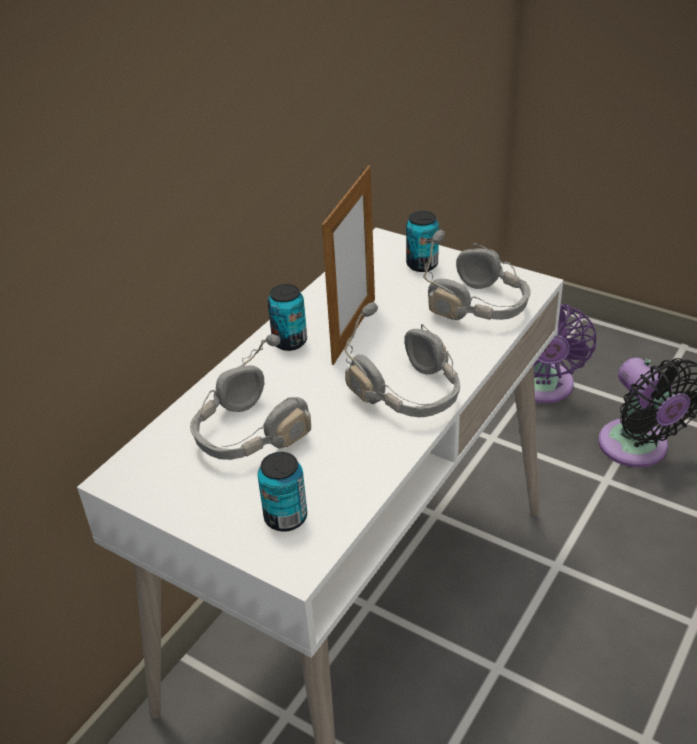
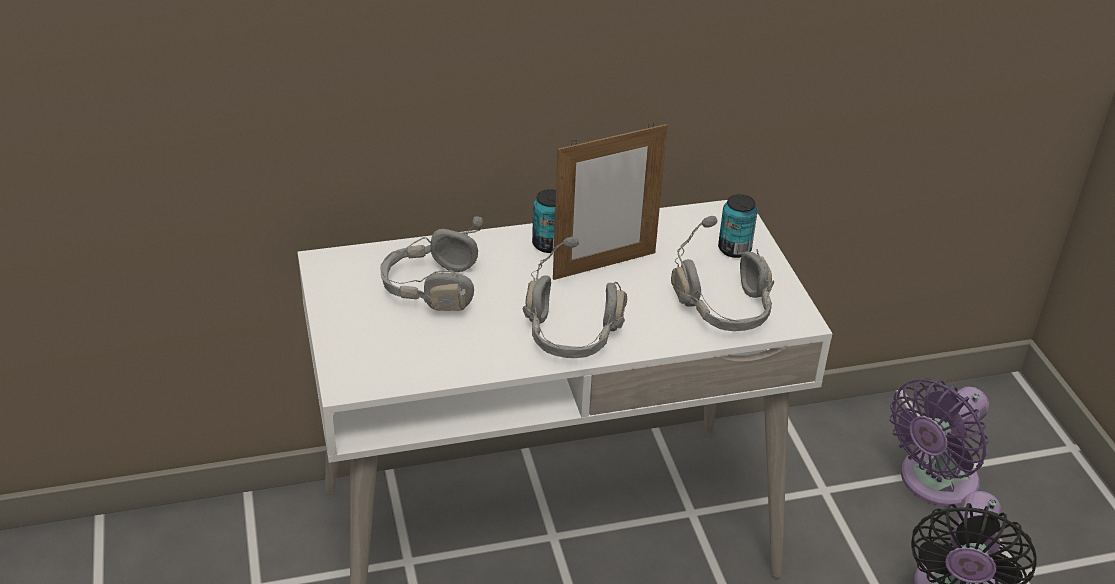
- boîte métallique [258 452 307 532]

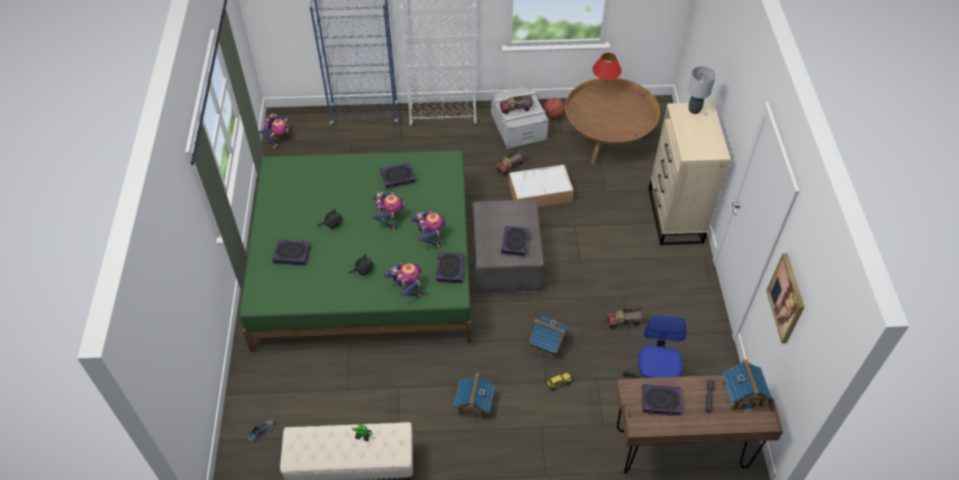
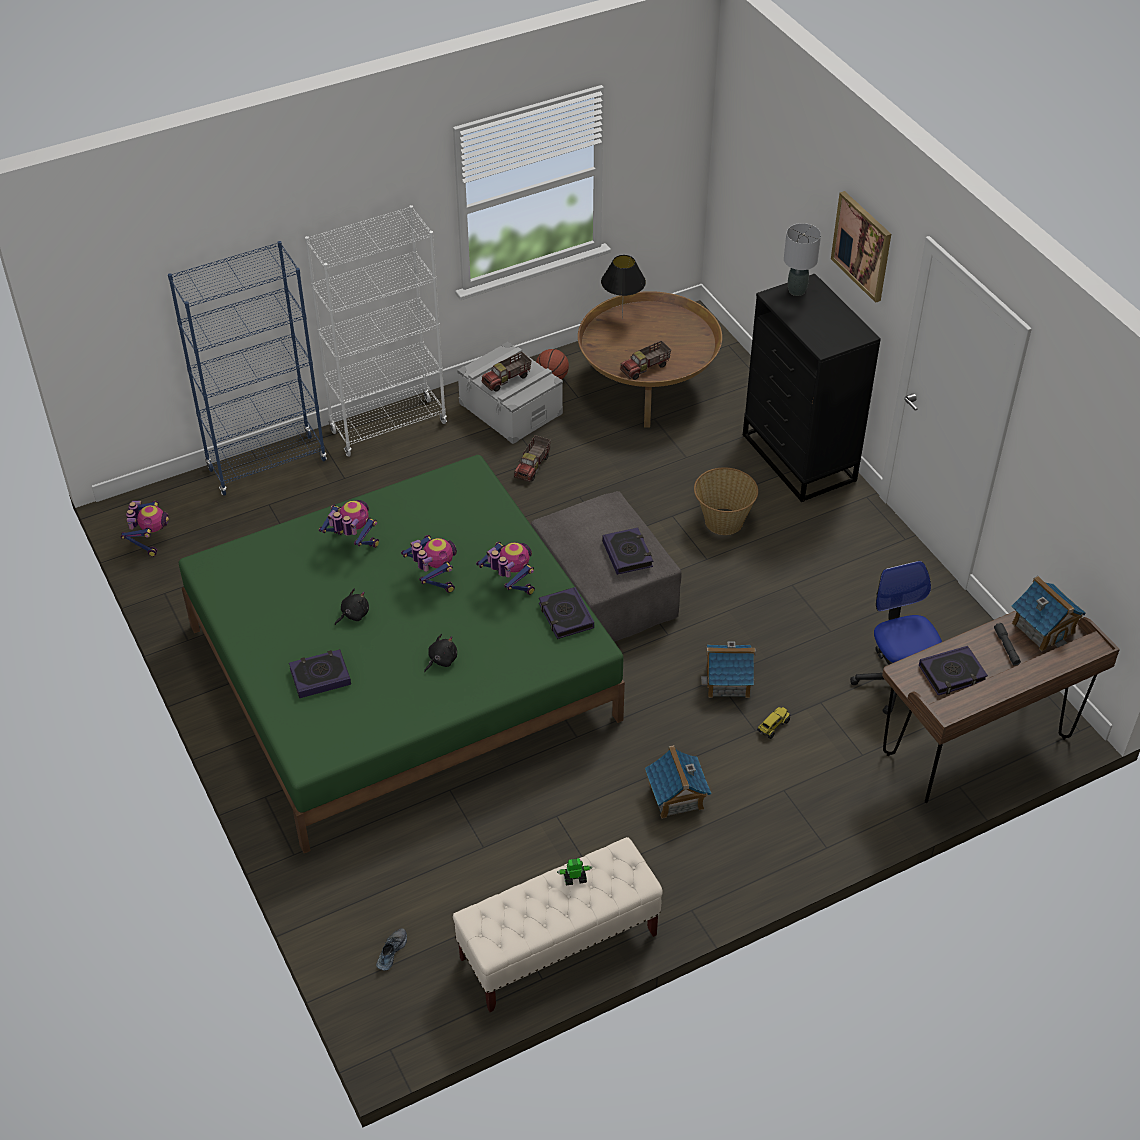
- livre [380 162 416 189]
~ robot jouet [384 261 422 298] to [319 500 379 548]
- boîte de rangement [509 164 574 207]
~ lampe de table/rouge [592 53 622 89] to lampe de table/noir [601 255 646 319]
~ camion jouet [606 307 645 329] to [620 341 671 380]
~ commode/beige [648 102 731 245] to commode/noir [743 274 881 502]
~ tableau [766 253 804 344] to [831 191 891 303]
+ panier [694 467 758 535]

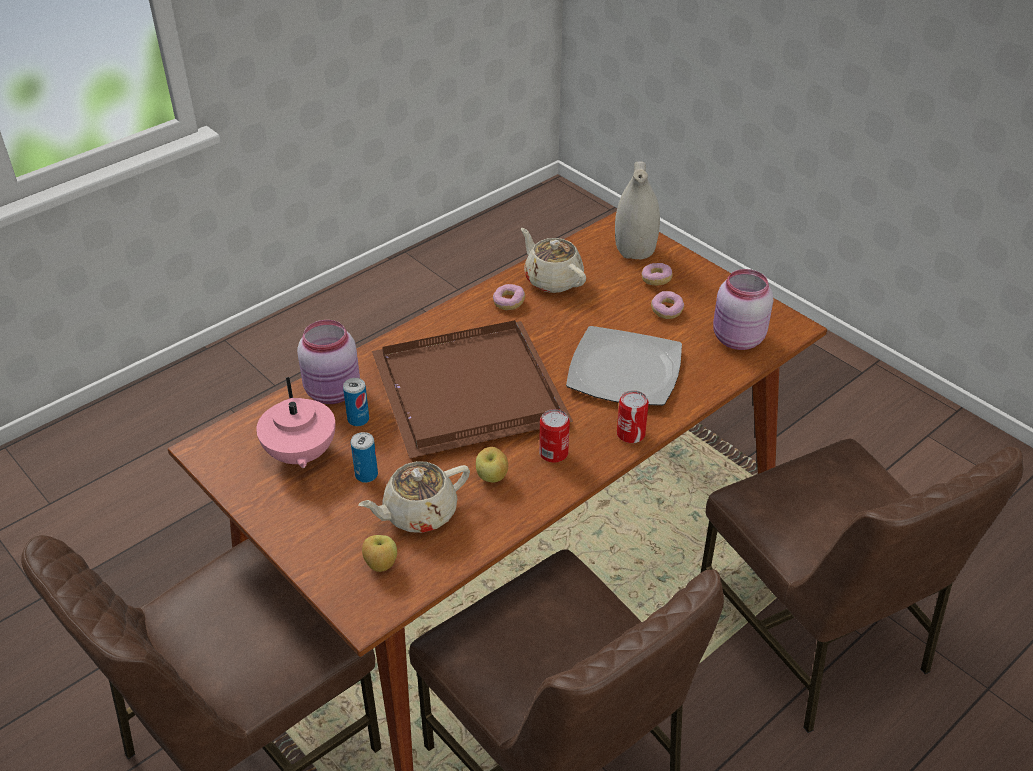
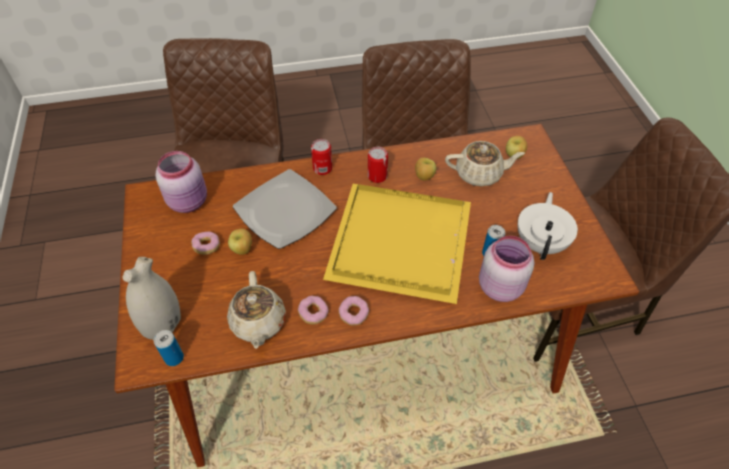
~ théière/rose [256 377 335 468] to théière/blanc [518 192 578 260]
~ boîte métallique [351 432 378 483] to [154 330 184 366]
~ plateau/marron [372 320 573 458] to plateau/jaune [323 184 471 304]
~ beignet [642 263 673 286] to [338 296 369 325]
+ pomme [228 229 252 255]

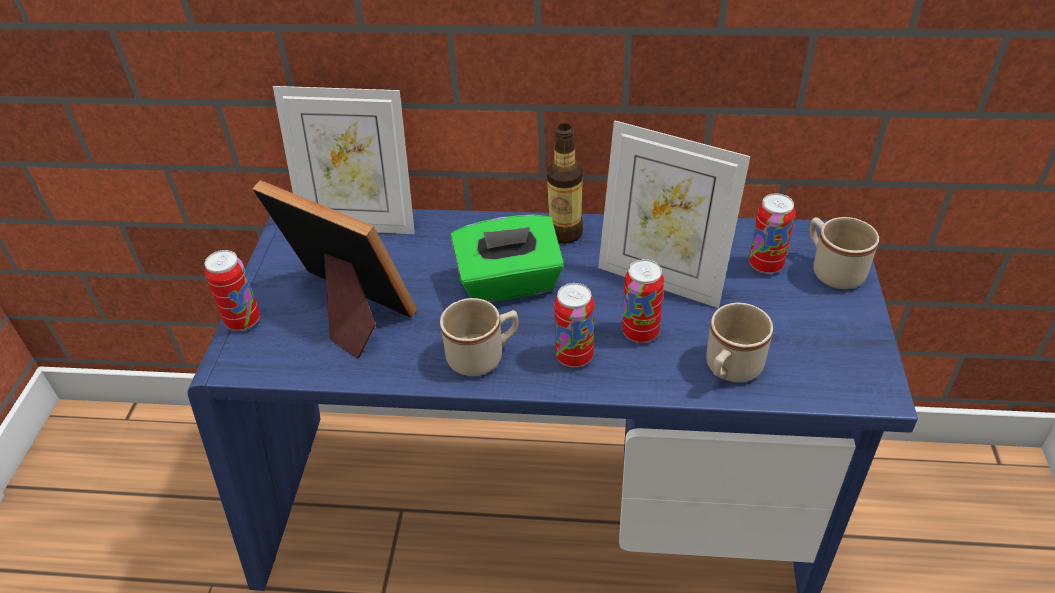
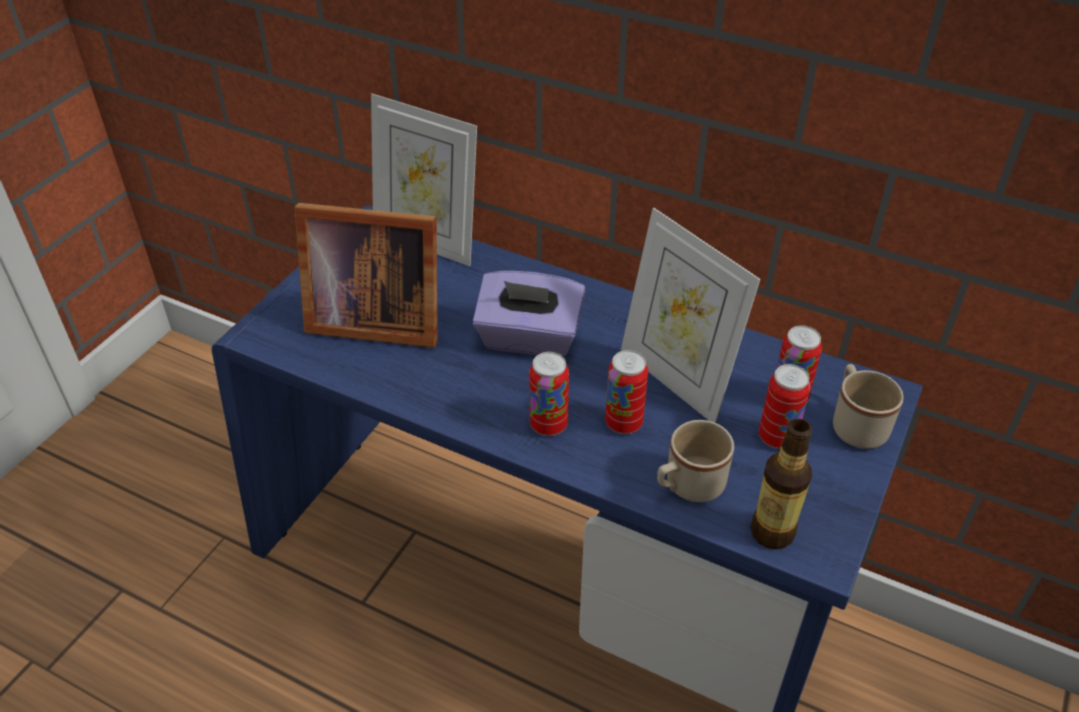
~ boîte métallique [205 250 260 331] to [759 364 810 449]
~ cadre photo [252 180 417 358] = [294 203 437 348] 135 degrees clockwise
- mug/beige [440 298 518 376]
~ boîte à mouchoirs/vert [451 214 564 303] to boîte à mouchoirs/violet [473 271 585 357]
~ bouteille [547 123 583 244] to [750 419 812 549]

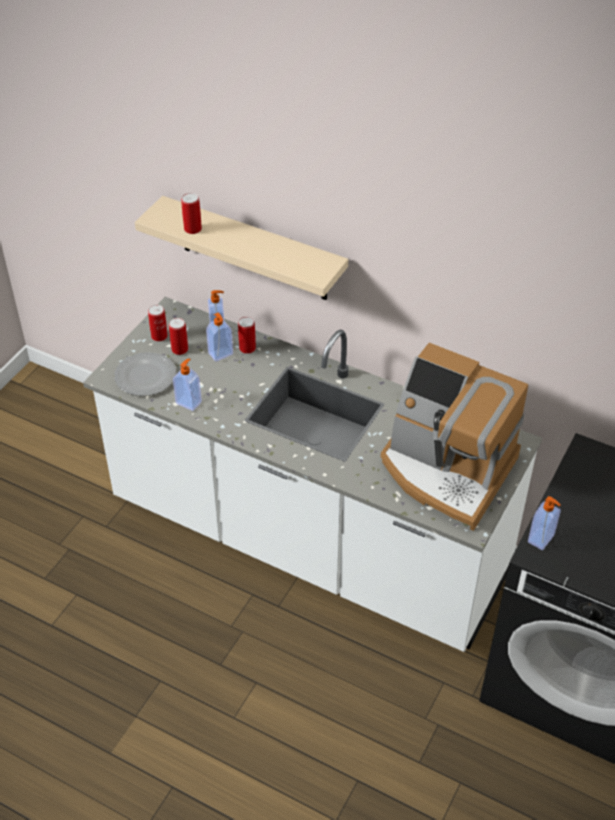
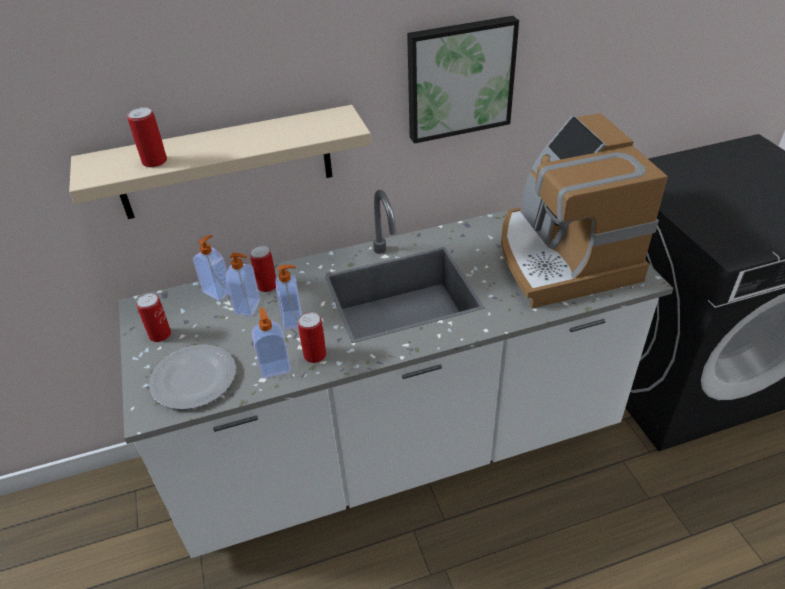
~ boîte métallique [169 318 188 355] to [298 312 326 363]
~ machine à café [381 343 528 531] = [501 113 668 308] 90 degrees clockwise
~ distributeur de savon [528 496 561 550] to [275 265 302 330]
+ tableau [407 16 519 144]

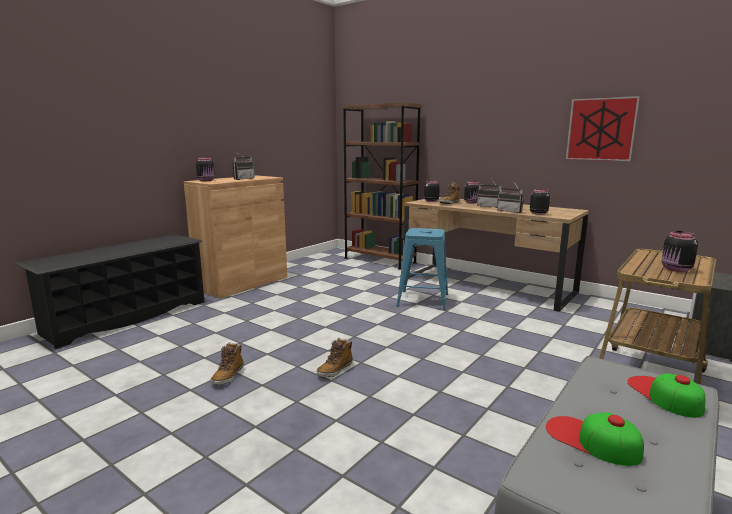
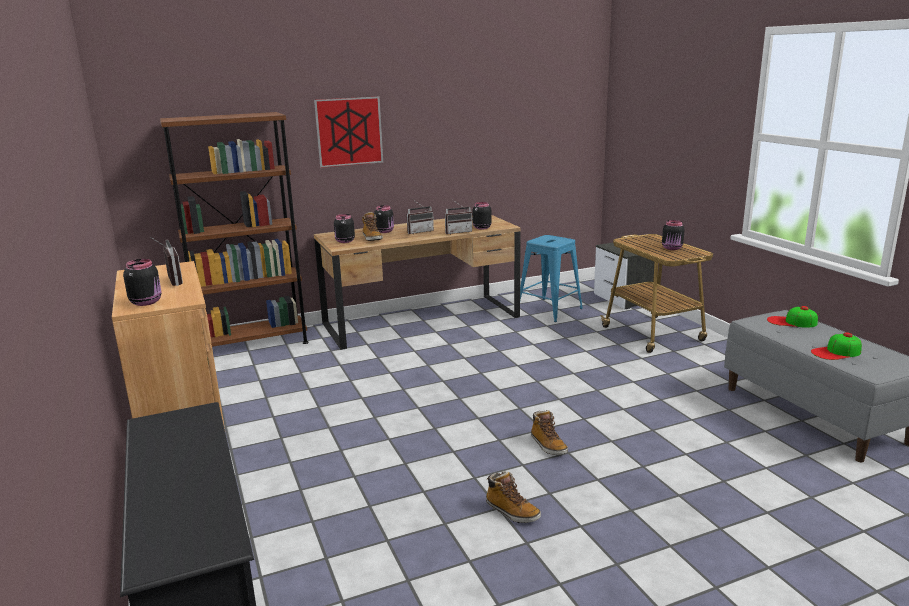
~ tabouret/bleu [397 228 448 310] to [520 235 583 322]
~ tableau [566 96 640 161] to [314 97 383 168]

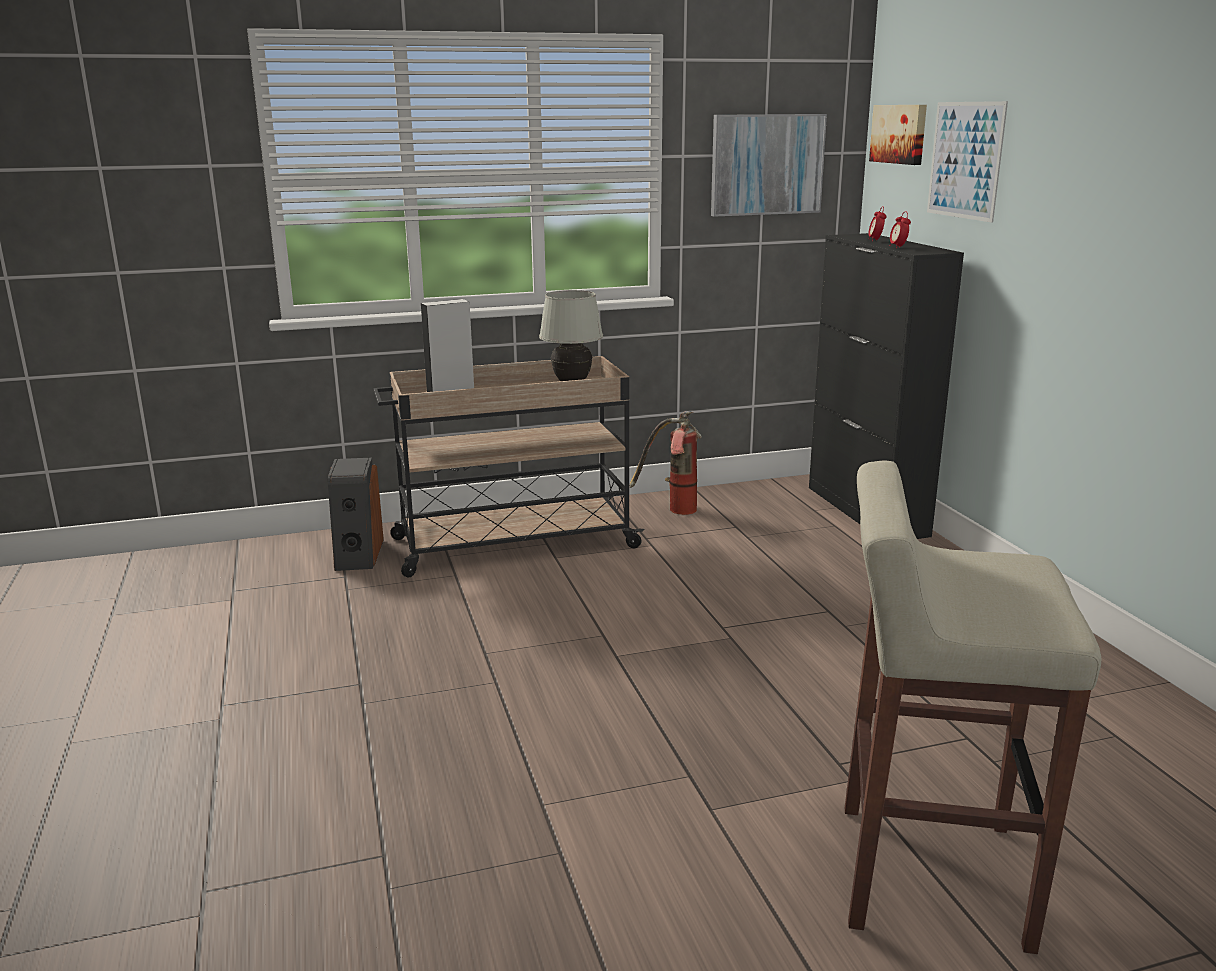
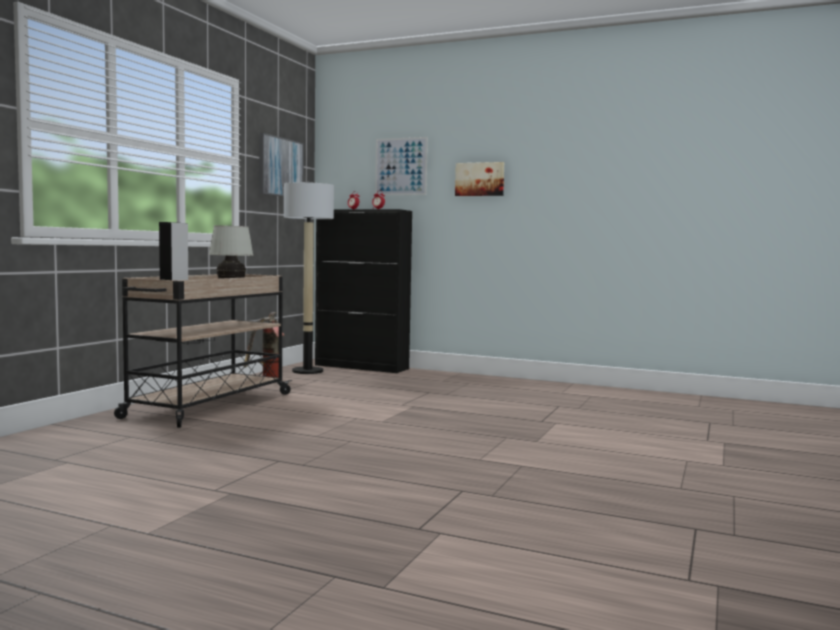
- enceinte [328 457 384 571]
- tabouret/beige [845 461 1102 954]
~ tableau [869 105 927 165] to [455 162 504 196]
+ lampadaire [284 181 334 374]

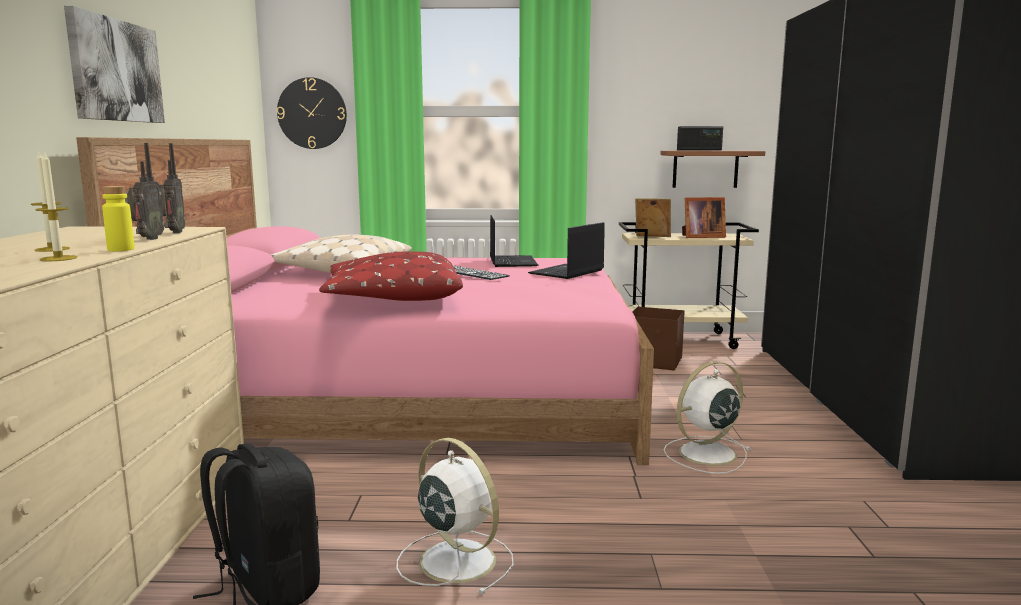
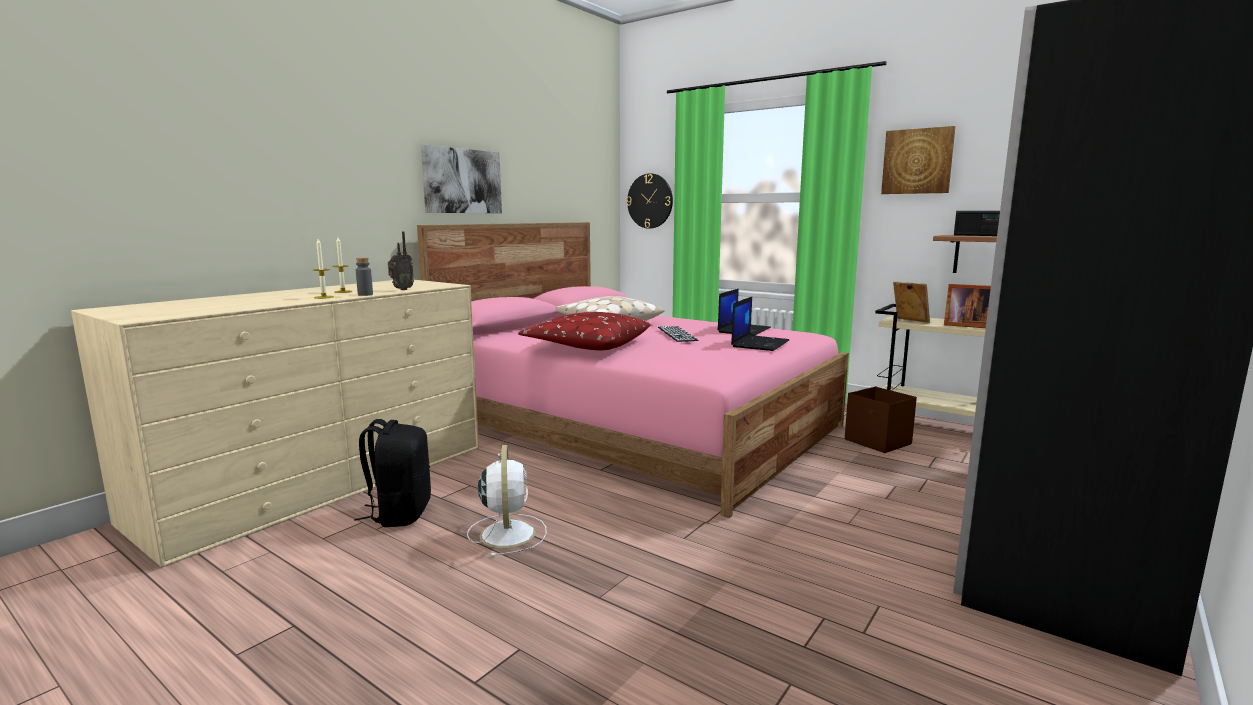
~ bouteille/jaune [102 186 135 251] to bouteille/gris [356 258 373 296]
- radio [160 143 185 233]
~ ordinateur portable [528 222 605 279] = [731 297 789 351] 135 degrees clockwise
- ventilateur/blanc [663 361 752 474]
+ tableau [881 126 955 194]

